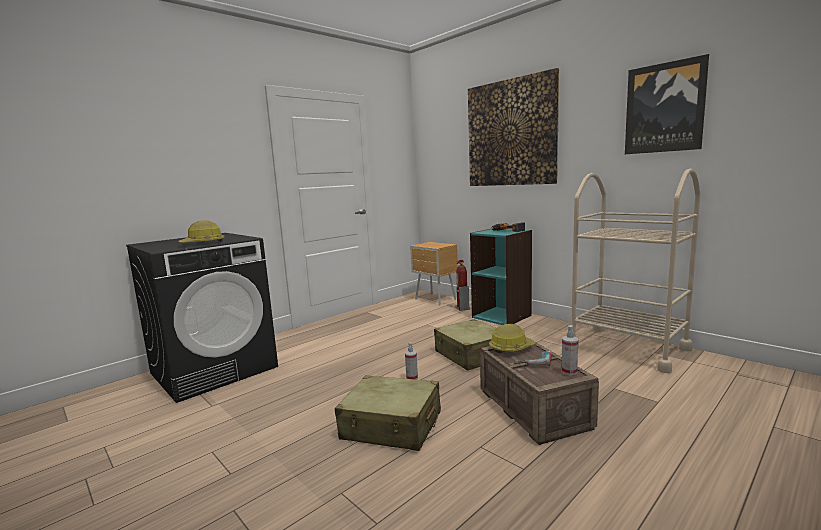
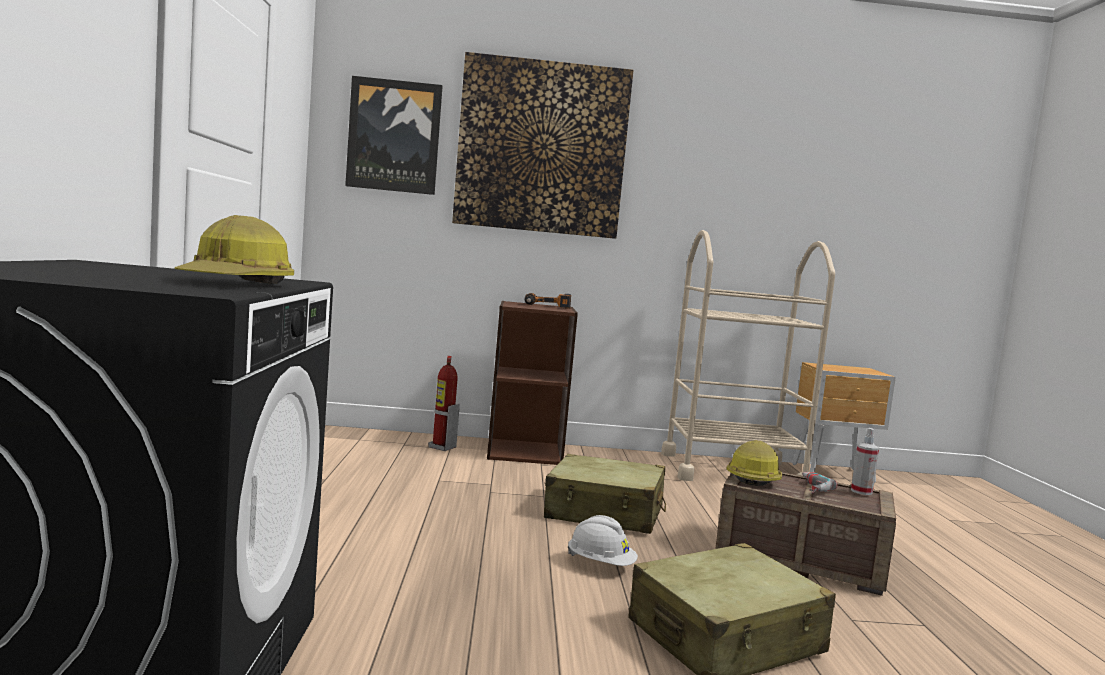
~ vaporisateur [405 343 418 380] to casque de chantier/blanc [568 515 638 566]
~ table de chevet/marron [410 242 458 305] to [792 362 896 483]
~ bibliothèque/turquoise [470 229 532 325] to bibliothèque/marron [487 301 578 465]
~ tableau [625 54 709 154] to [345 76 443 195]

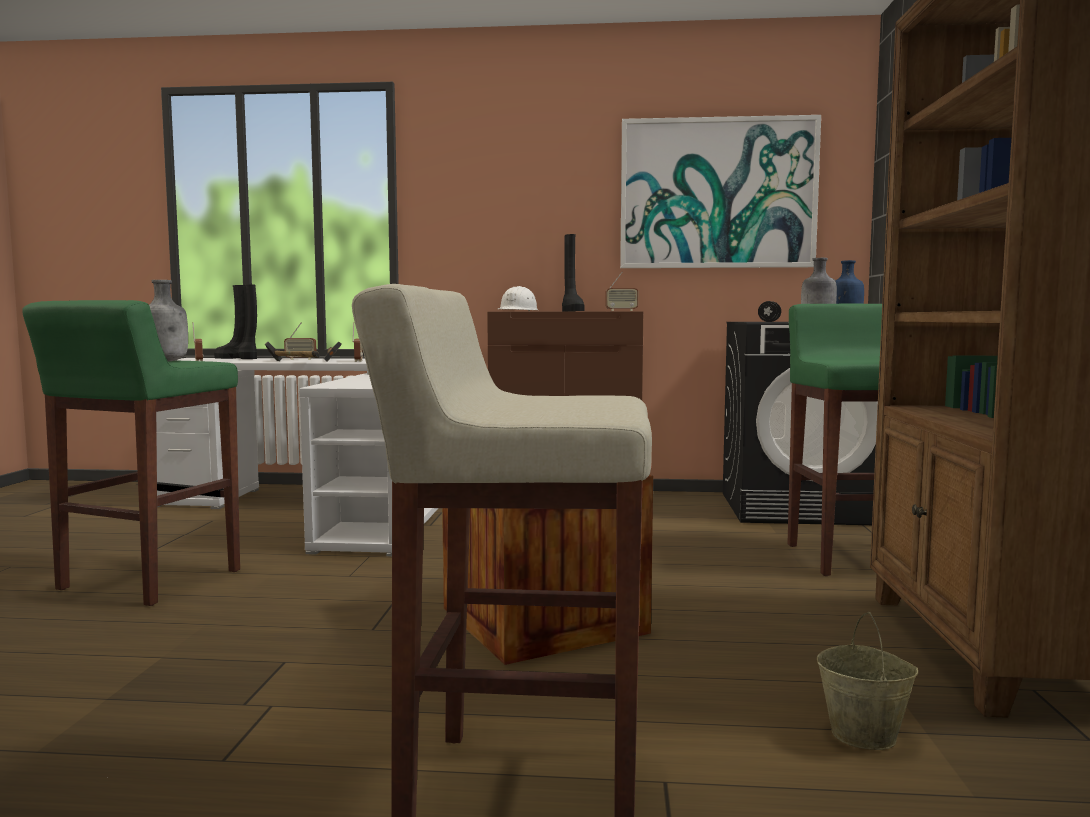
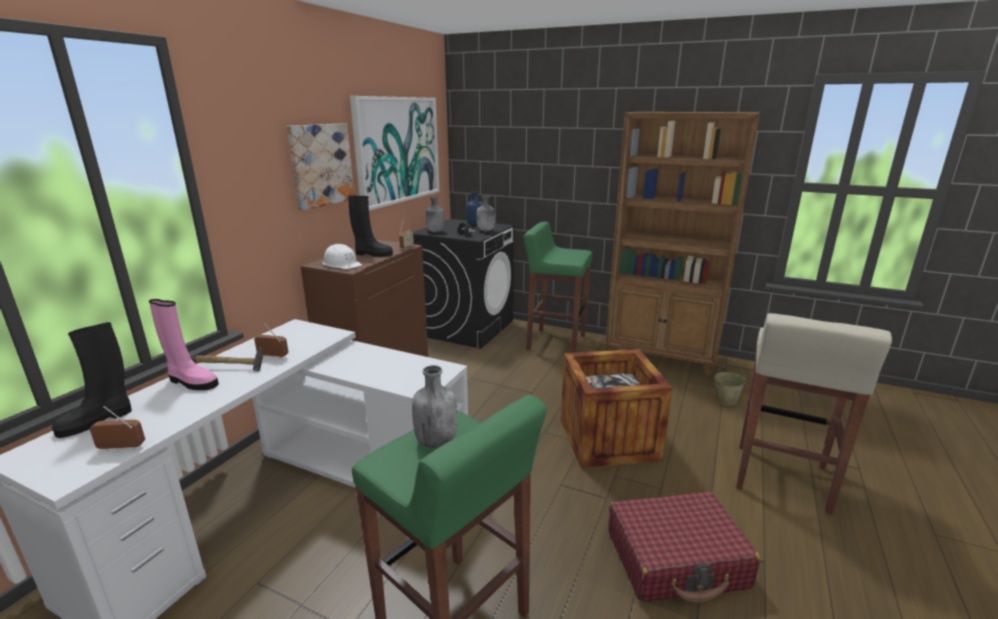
- marteau [265 341 320 361]
~ radio [284 322 317 360] to botte/rose [149 299 219 390]
+ tableau [287 123 355 211]
+ bouteille/gris [426 196 445 232]
+ valise/rouge [608 492 760 602]

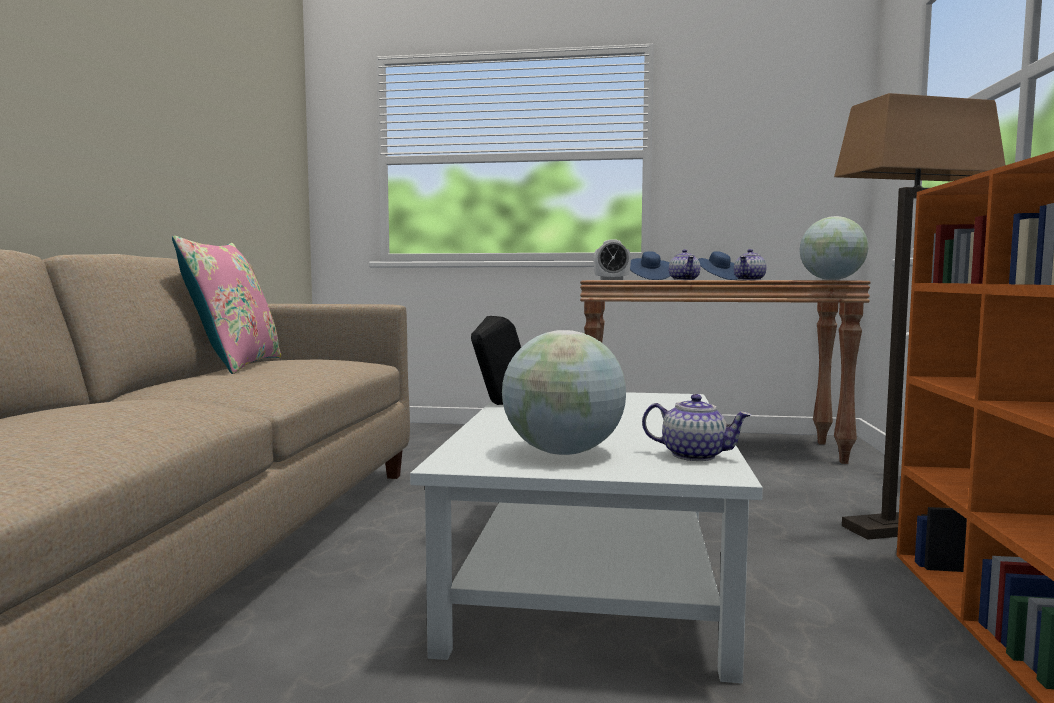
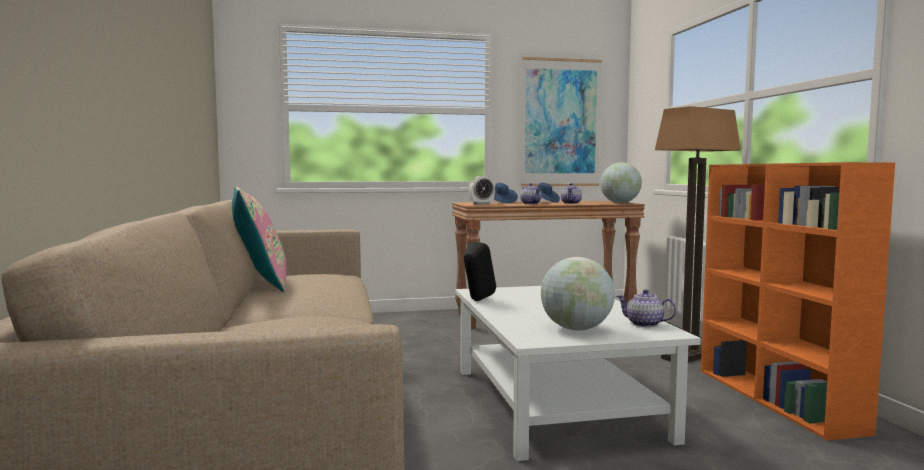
~ théière [642 394 751 461] = [616 289 677 327] 150 degrees counterclockwise
+ tableau [521 57 602 186]

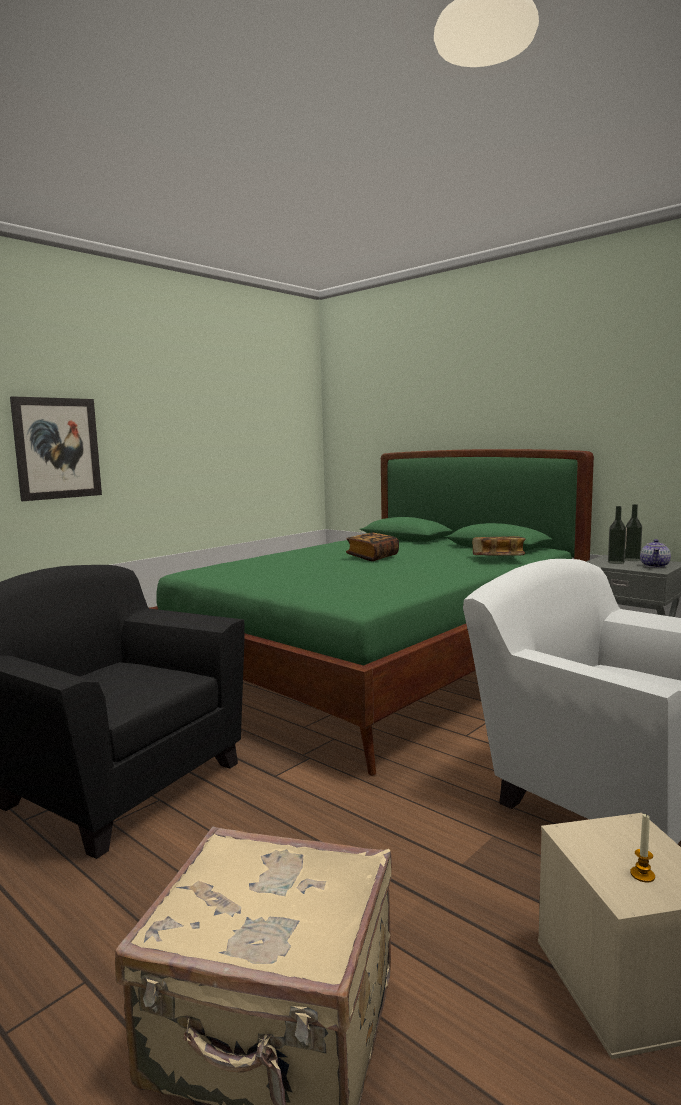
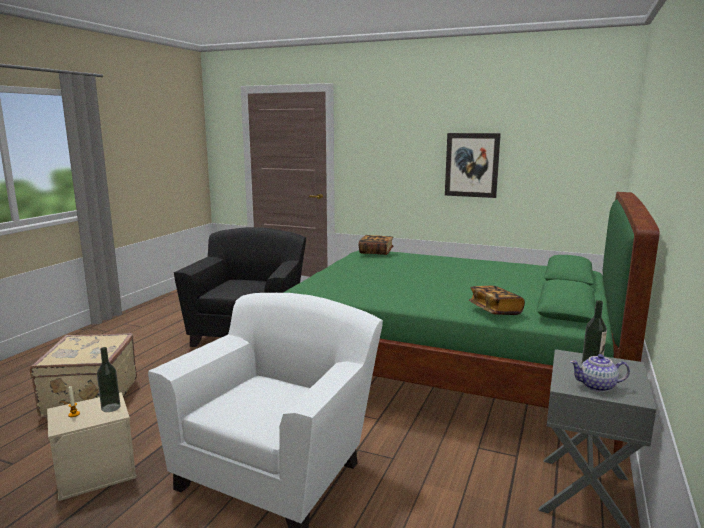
~ tableau [10 396 102 501] to [445 133 501 198]
~ livre [346 533 399 561] to [359 235 393 255]
~ bouteille [625 504 642 561] to [97 347 121 412]

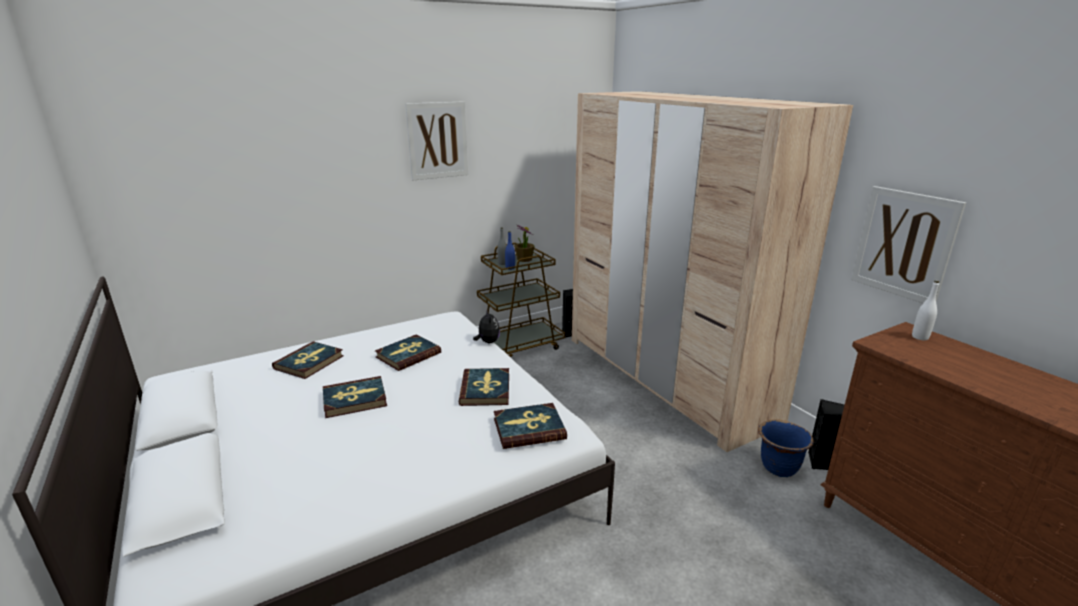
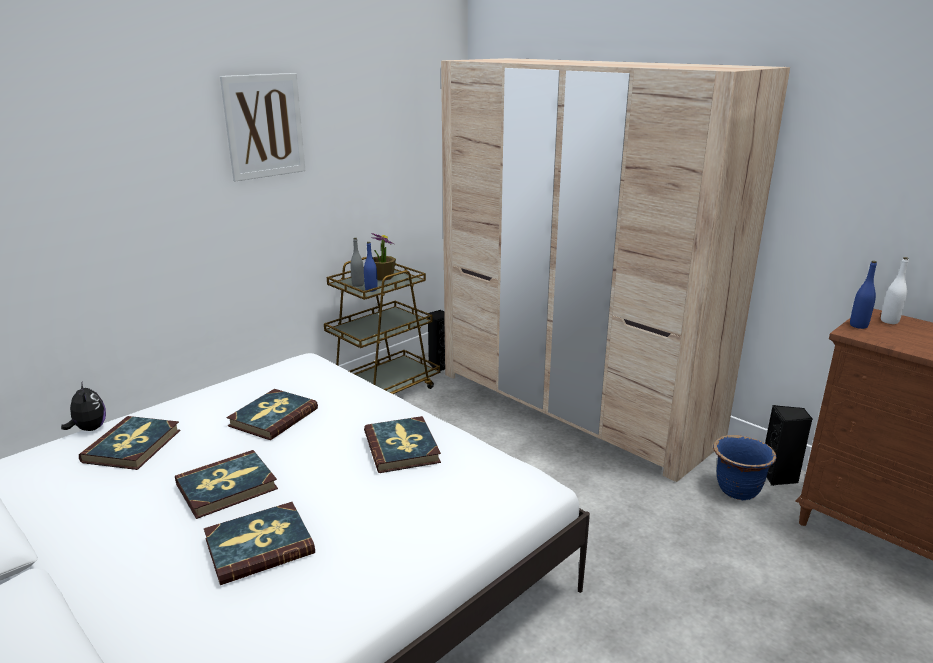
~ peluche [473 309 500 343] to [61 382 106 431]
~ livre [494 403 567 449] to [204 502 315 585]
- tableau [851 186 966 303]
+ bouteille/bleu [850 261 877 329]

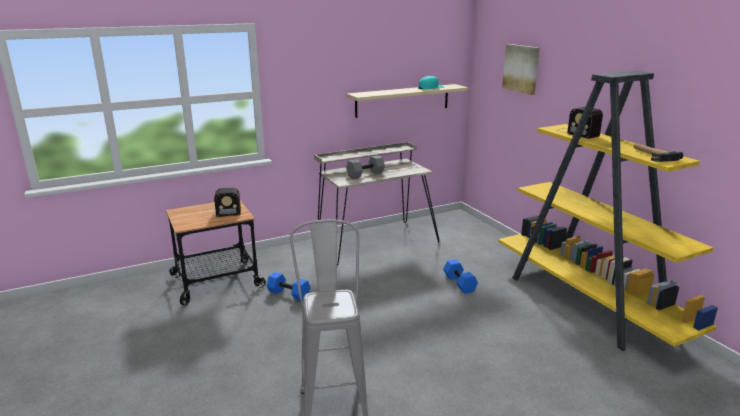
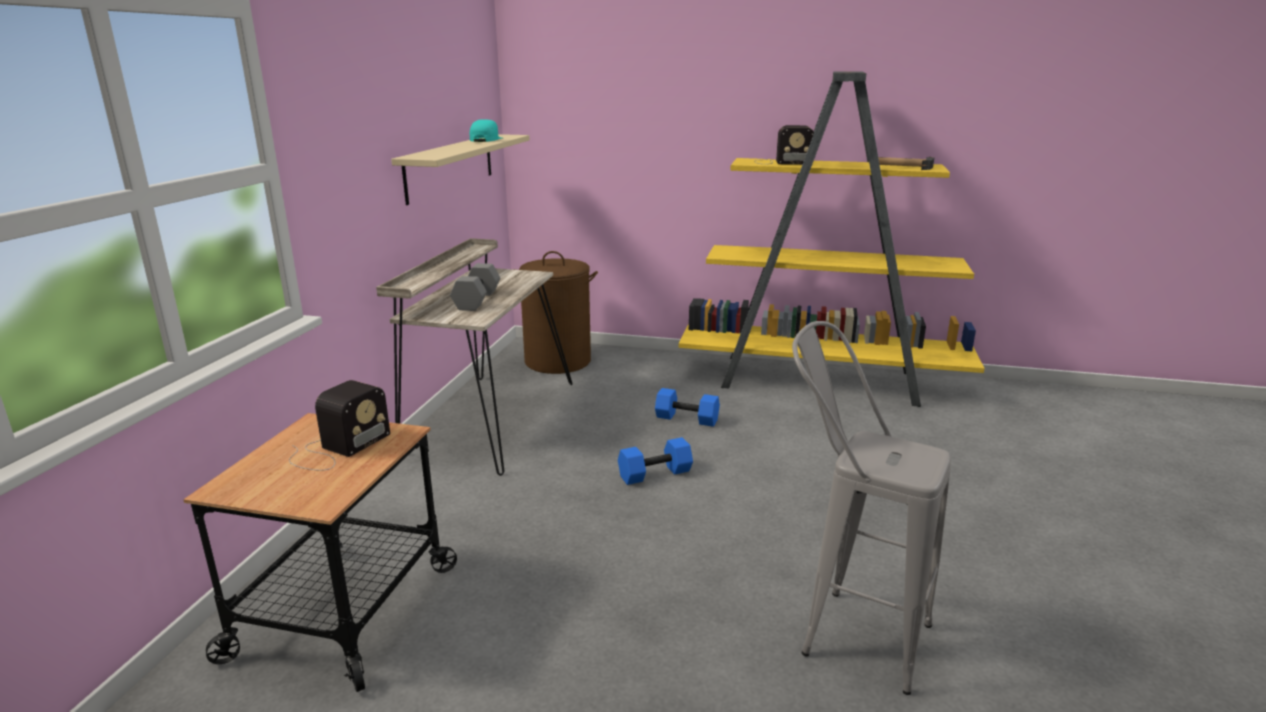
~ haltère/bleu [266 272 310 301] to [618 437 693 485]
- tableau [502 44 540 95]
+ panier à linge/marron [514 251 598 374]

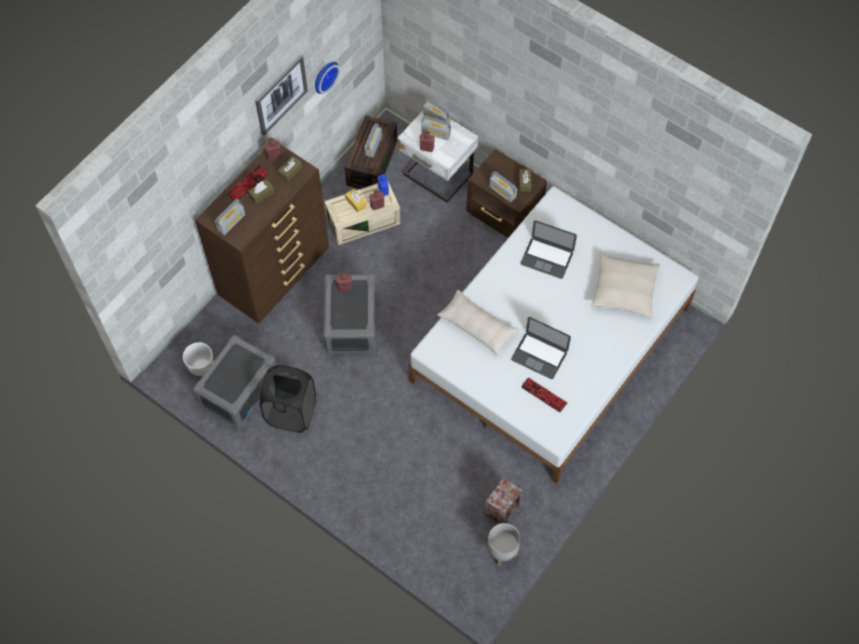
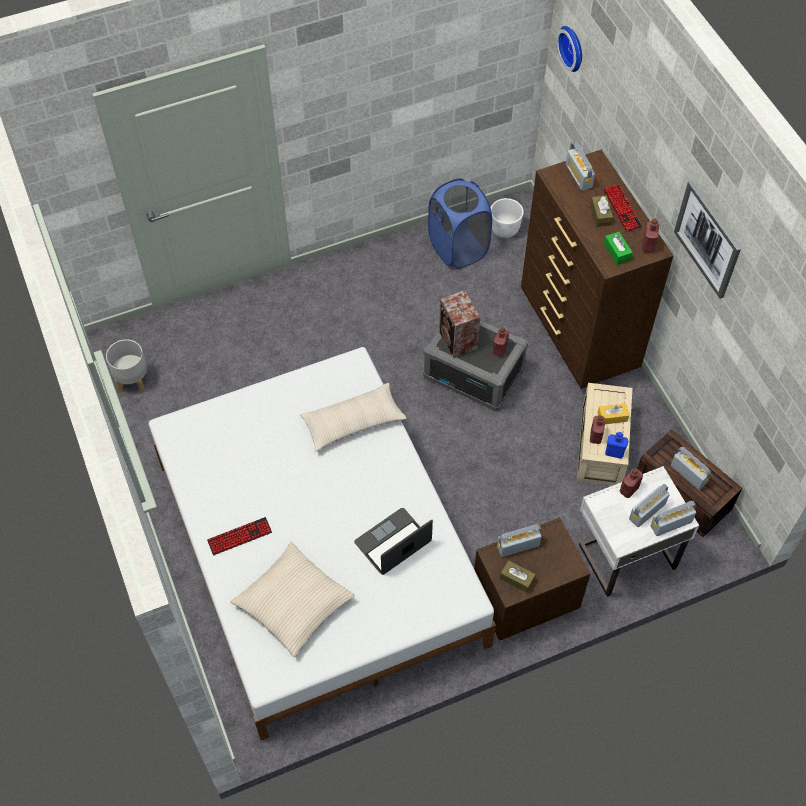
~ boîte de rangement/gris [193 335 276 429] to panier à linge/bleu [428 178 492 269]
- panier à linge/noir [260 365 316 433]
~ boîte à mouchoirs/marron [278 156 302 182] to boîte à mouchoirs/vert [604 232 633 265]
~ horloge murale [315 62 340 94] to [556 26 582 72]
~ enceinte [484 477 522 525] to [439 290 480 358]
- ordinateur portable [511 317 571 379]
~ clavier [521 378 567 412] to [207 517 272 555]

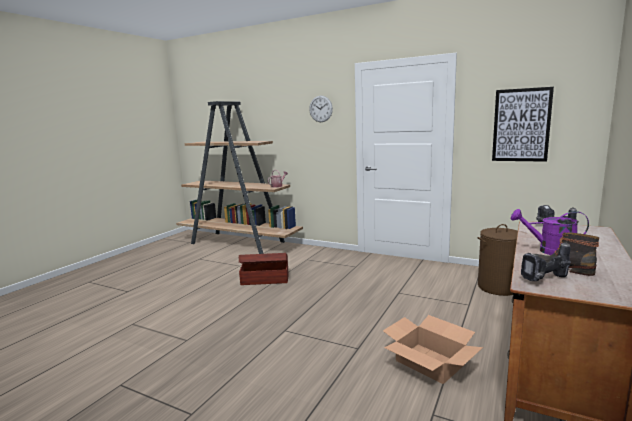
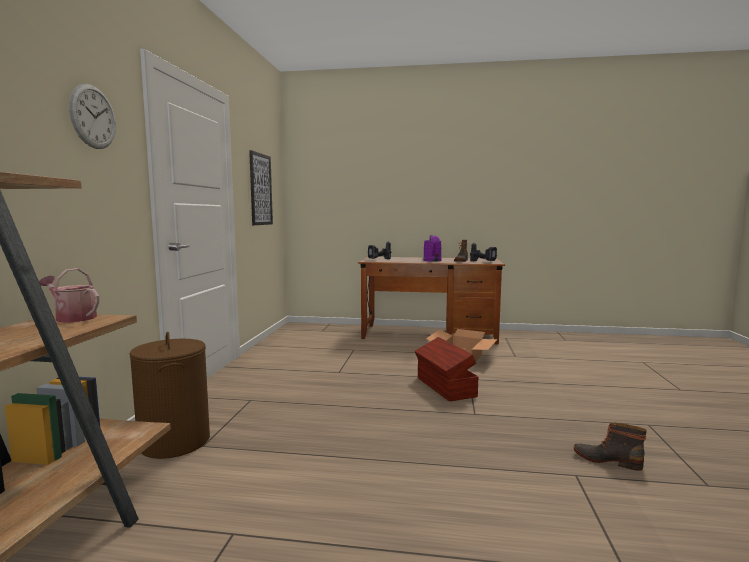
~ boîte de rangement/marron [239 253 289 285] to [415 337 478 402]
~ panier à linge/marron [477 224 518 296] to [130 332 210 459]
+ botte [574 423 647 471]

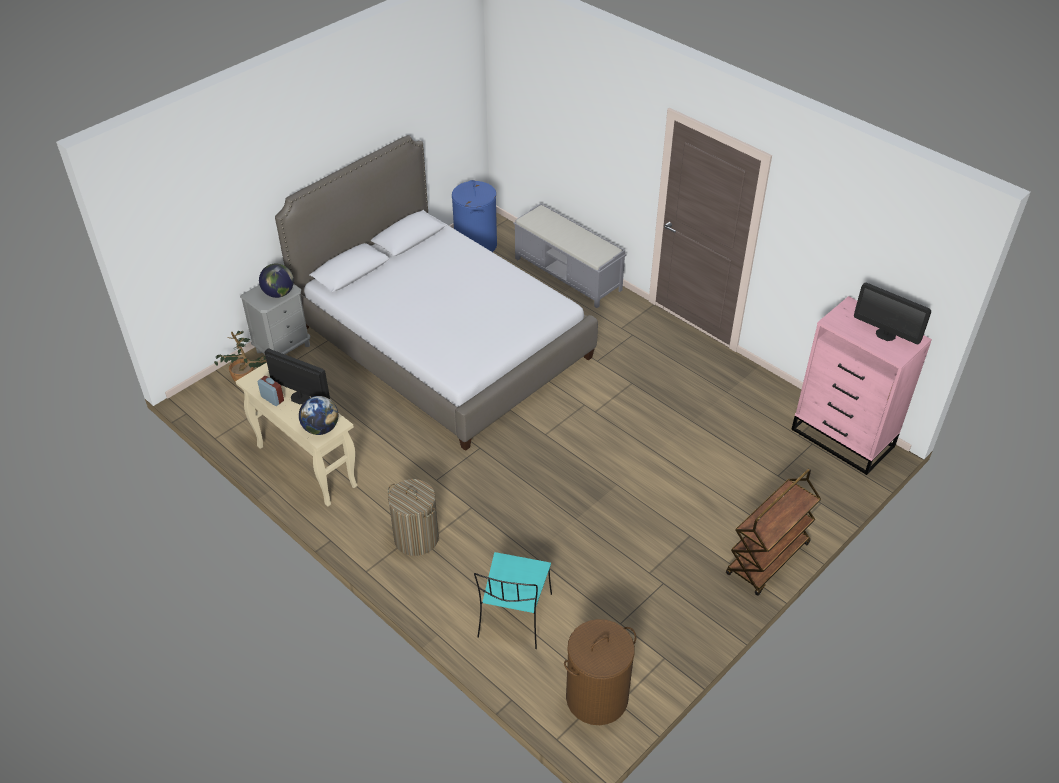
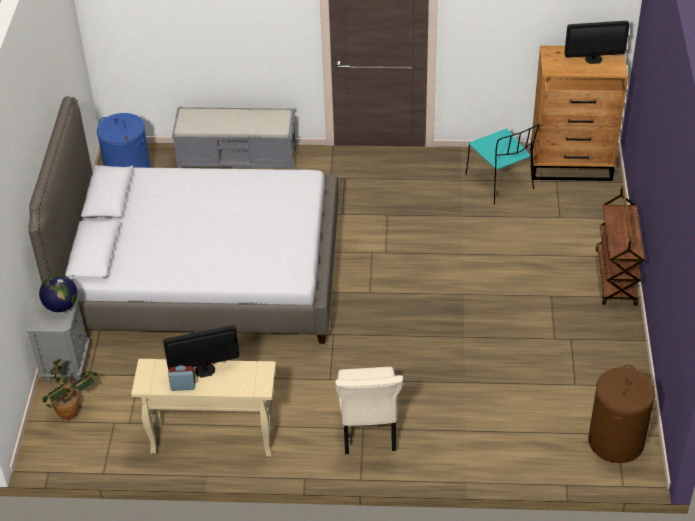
- globe [299 396 338 435]
~ panier à linge [388 479 439 556] to chaise/beige [335 367 403 454]
~ chaise/turquoise [474 552 552 649] to [465 124 540 205]
~ commode/rose [791 296 932 475] to commode/marron [530 46 628 181]

